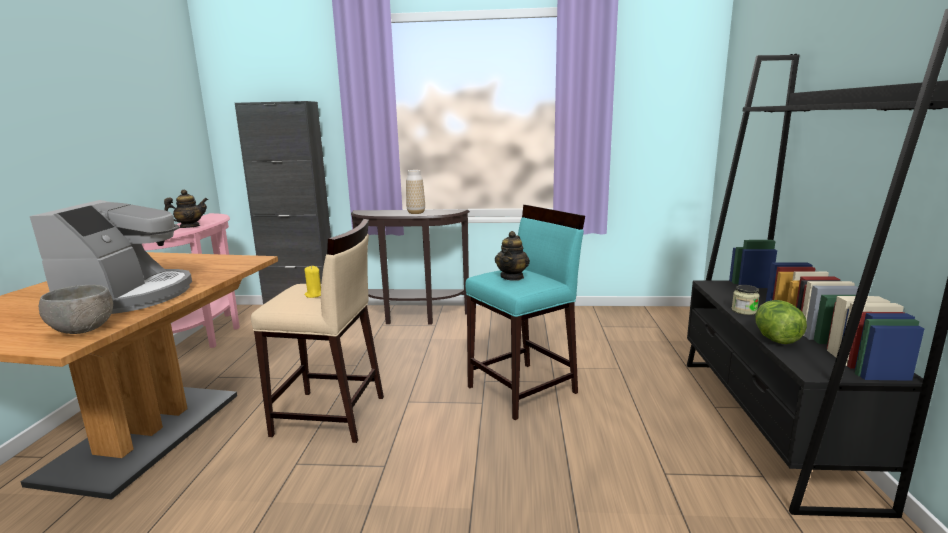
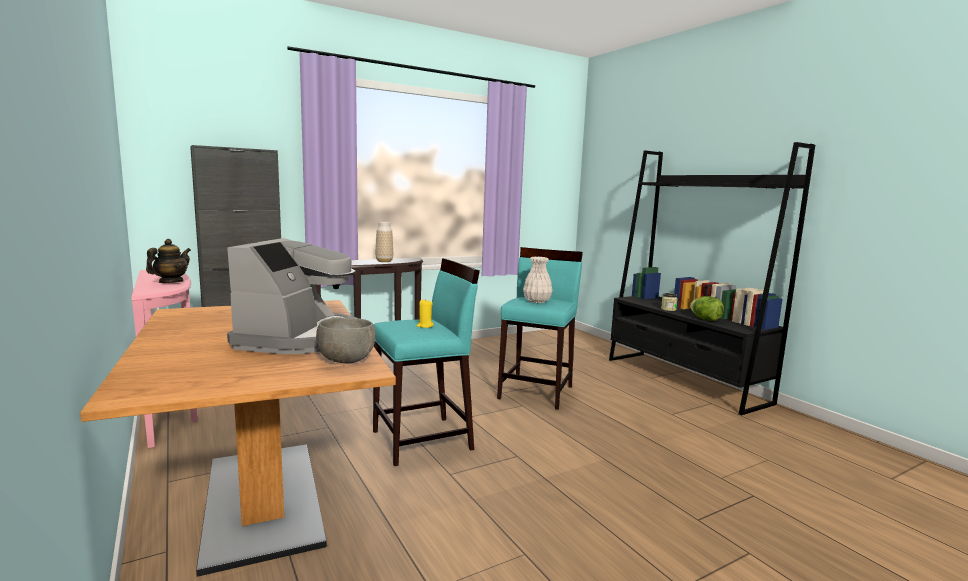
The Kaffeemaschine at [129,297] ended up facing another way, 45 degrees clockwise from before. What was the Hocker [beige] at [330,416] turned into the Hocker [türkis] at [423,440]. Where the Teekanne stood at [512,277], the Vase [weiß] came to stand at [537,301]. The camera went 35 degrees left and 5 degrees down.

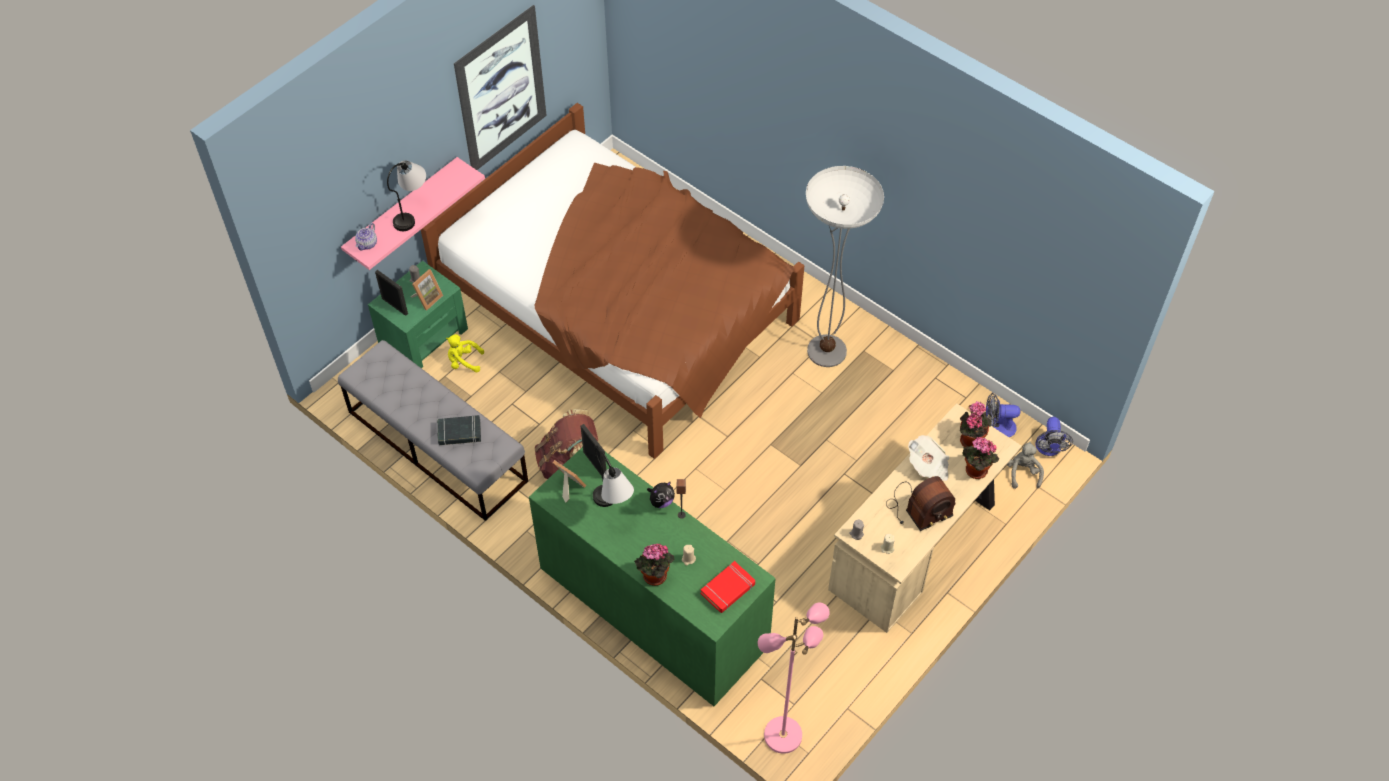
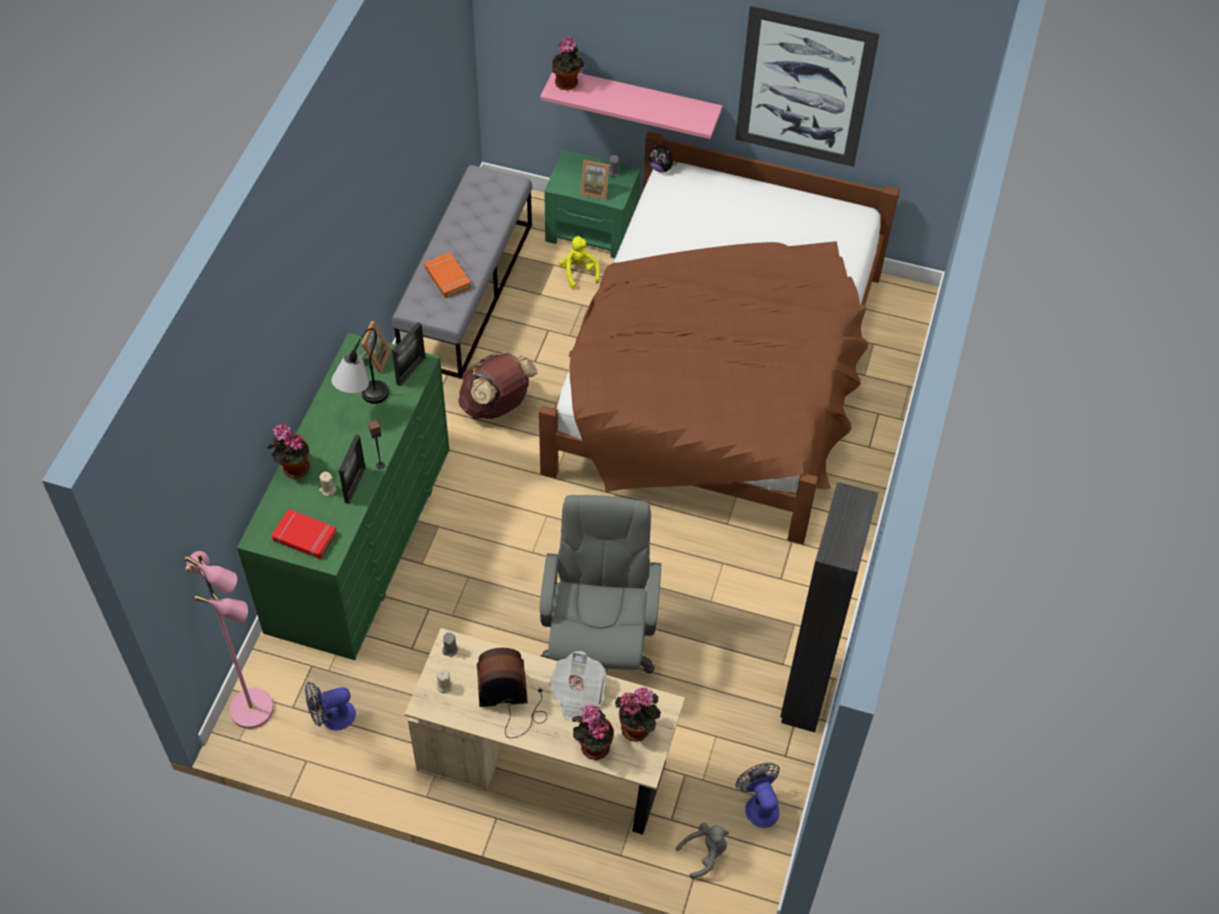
Where the Teekanne stood at [367,244], the Topfpflanze came to stand at [567,84]. The Bilderrahmen ended up elsewhere, having gone from [395,306] to [355,485]. The second view lost the Tischlampe at [412,213]. What was the Buch [schwarz] at [459,433] turned into the Buch [orange] at [447,278]. The Plüschtier ended up elsewhere, having gone from [661,501] to [661,168]. The second view lost the Stehlampe at [826,351]. The Radio at [918,509] ended up facing another way, 135 degrees clockwise from before. The Ventilator ended up elsewhere, having gone from [1048,449] to [331,717]. The second view gained the Bürostuhl [grau] at [598,648]. The second view gained the Kleiderschrank [schwarz] at [806,690]. The camera went 65 degrees right and 0 degrees up.

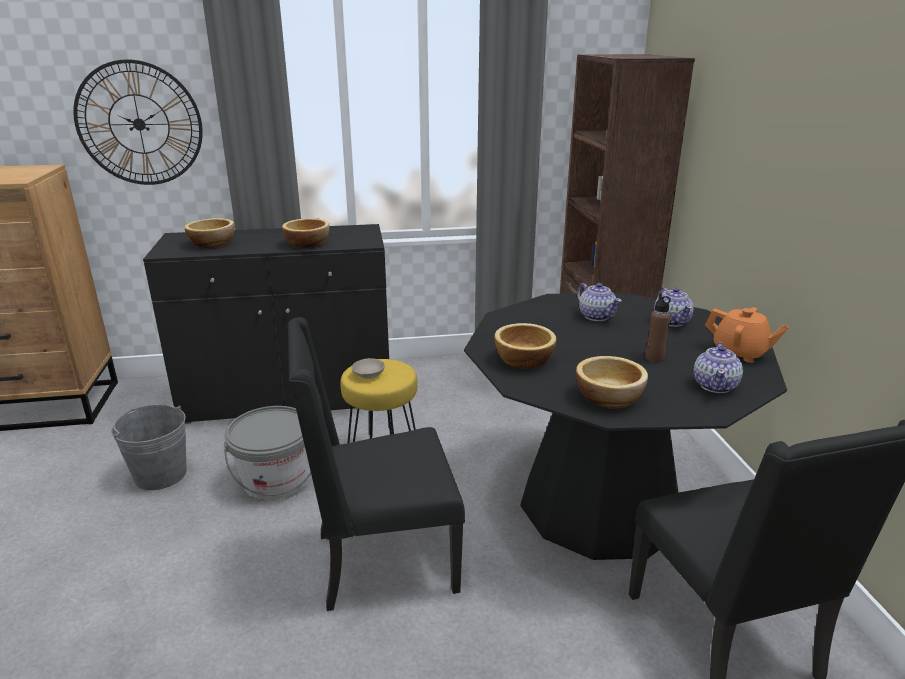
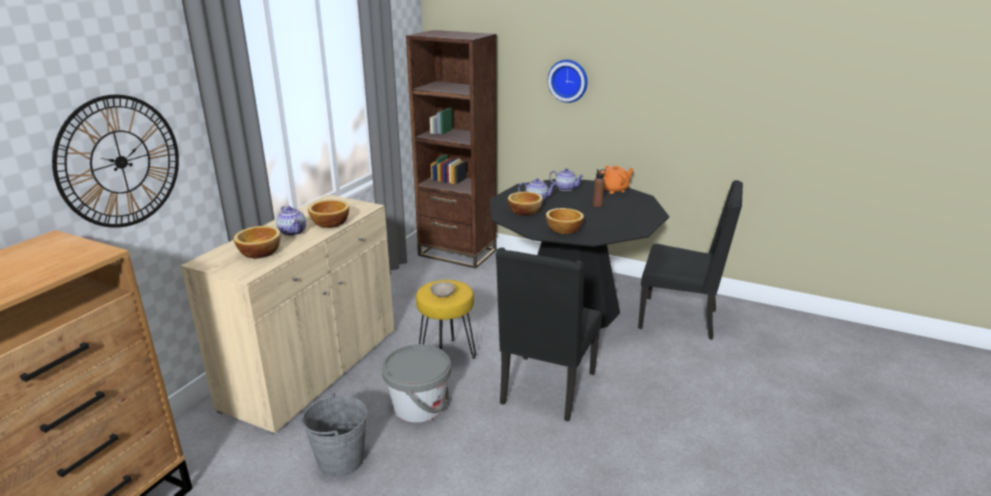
What was the Schrank [schwarz] at [289,397] turned into the Schrank [beige] at [313,369]. The Schüssel ended up elsewhere, having gone from [609,397] to [524,211]. The Teekanne ended up elsewhere, having gone from [715,385] to [293,232]. The second view gained the Wanduhr at [568,80]. The camera went 55 degrees left and 0 degrees up.

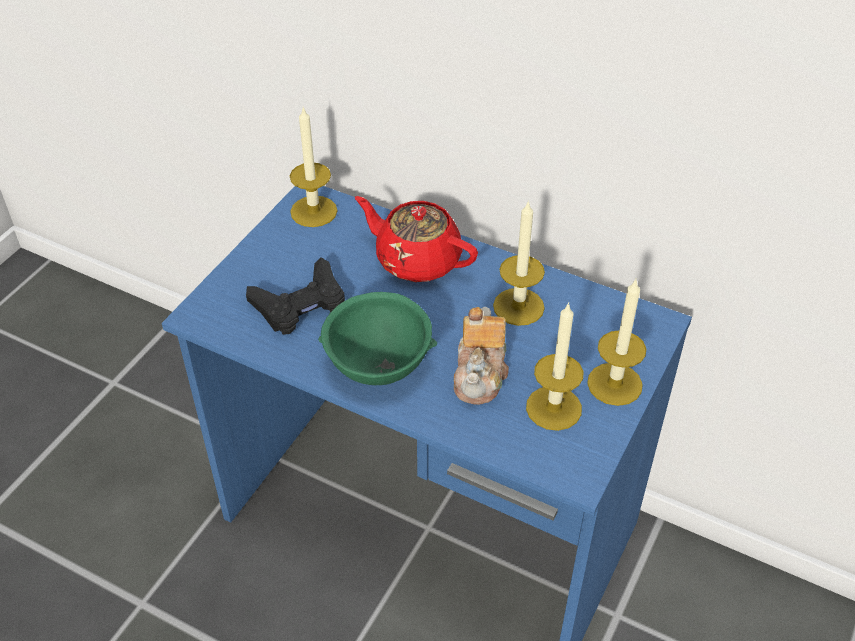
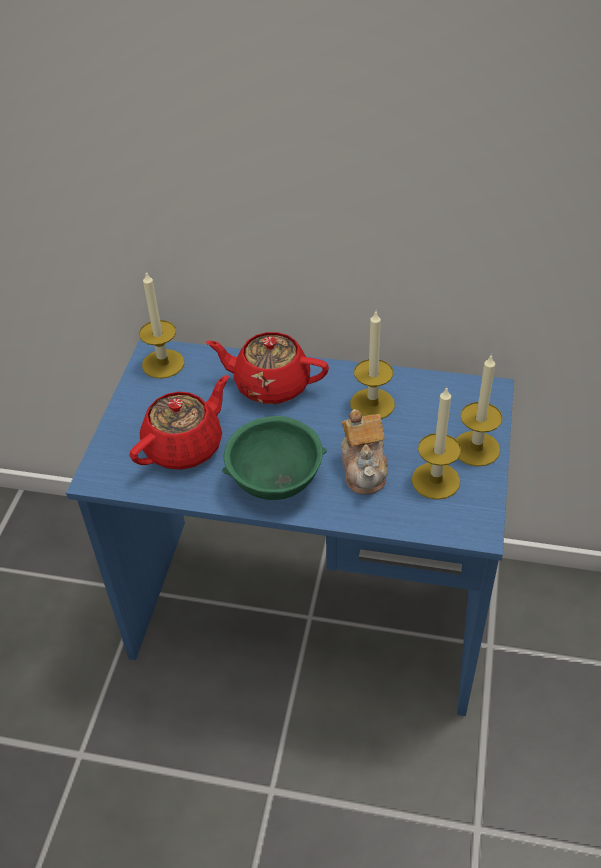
Where the Gamepad [schwarz] stood at [300,304], the Teekanne [rot] came to stand at [185,446]. The camera went 15 degrees left and 0 degrees up.

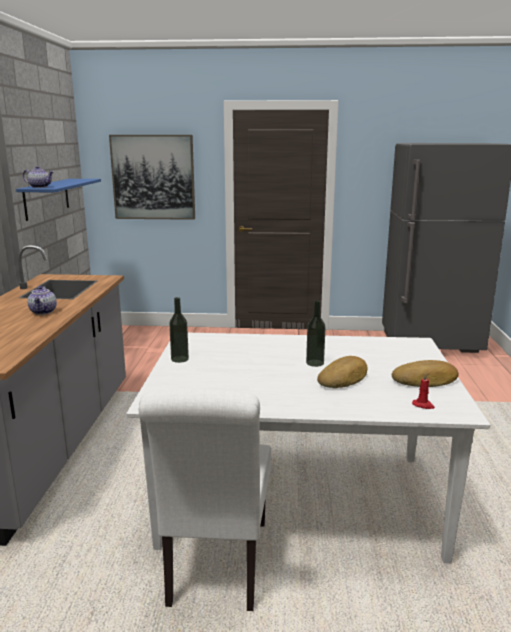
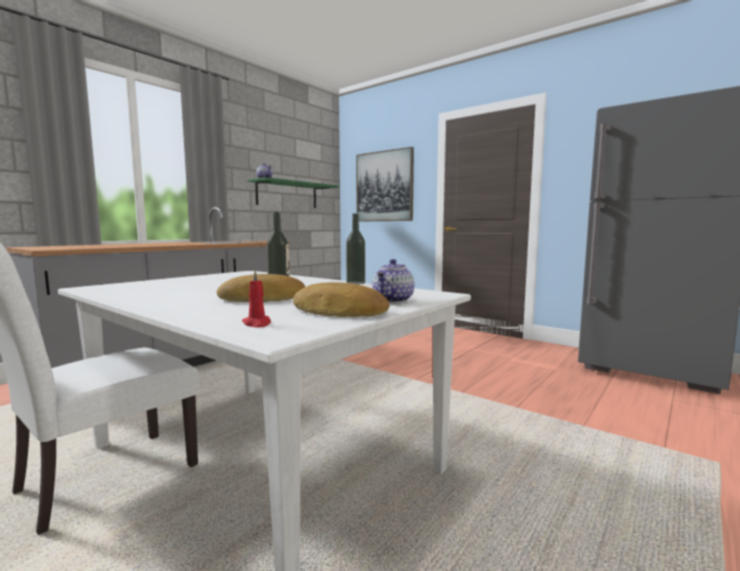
What was the Wandregal [blau] at [47,198] turned into the Wandregal [grün] at [287,195]. The Teekanne ended up elsewhere, having gone from [44,312] to [394,300]. The Flasche ended up elsewhere, having gone from [179,359] to [355,283]. The camera went 35 degrees right and 10 degrees down.

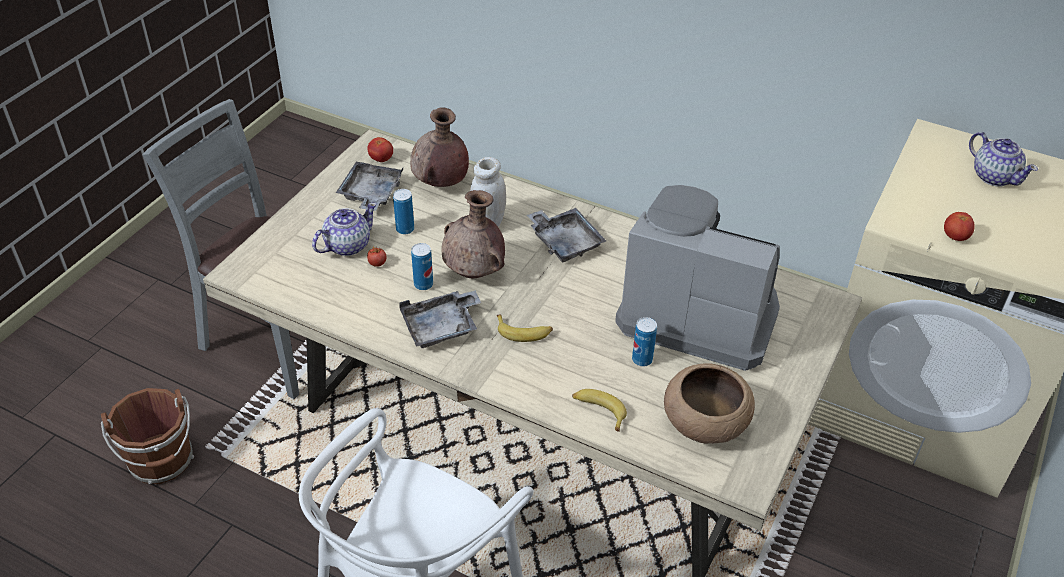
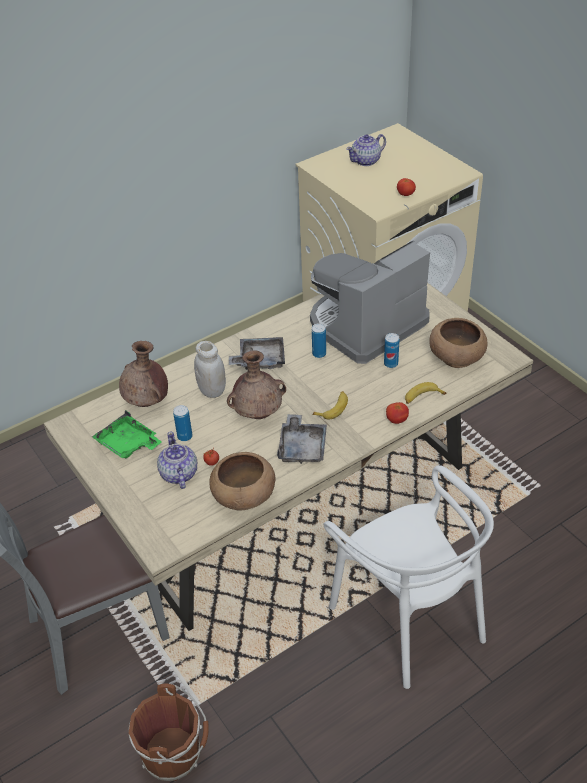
What was the Tablett [grau] at [370,194] turned into the Tablett [grün] at [128,444]. The Tomate ended up elsewhere, having gone from [381,159] to [396,420]. The Dose ended up elsewhere, having gone from [423,284] to [319,354]. The Teekanne at [994,176] ended up facing another way, 150 degrees clockwise from before. The second view gained the Schüssel [braun] at [243,496]. The camera went 60 degrees left and 0 degrees up.

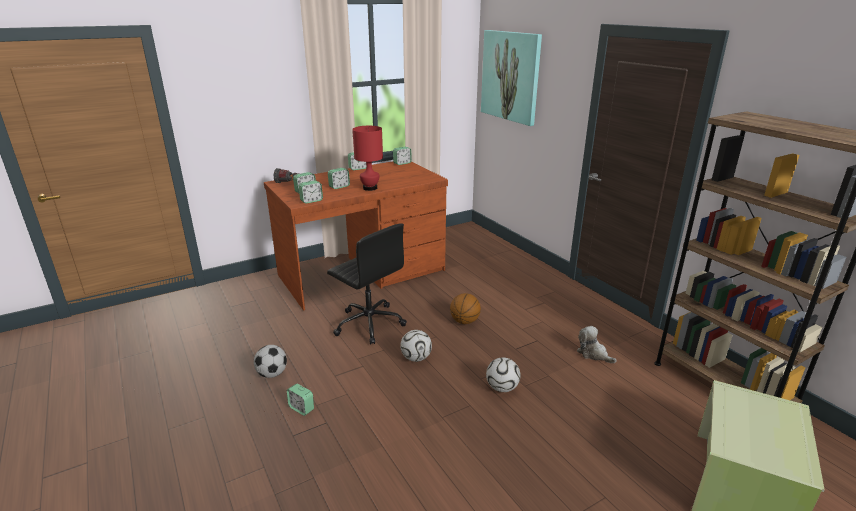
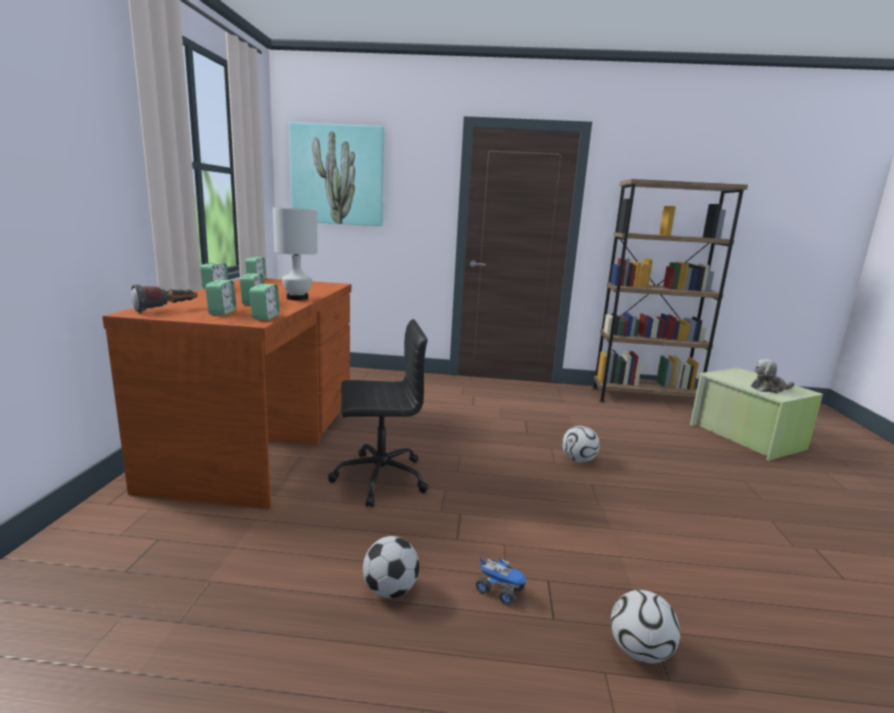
Where the Wecker stood at [301,408], the Spielzeuglaster came to stand at [500,591]. What was the Tischlampe [rot] at [370,188] turned into the Tischlampe [weiß] at [297,298]. The Fußball ended up elsewhere, having gone from [416,358] to [639,651]. The second view lost the Basketball at [465,321]. The Plüschtier ended up elsewhere, having gone from [593,354] to [769,388]. The camera went 55 degrees left and 10 degrees down.

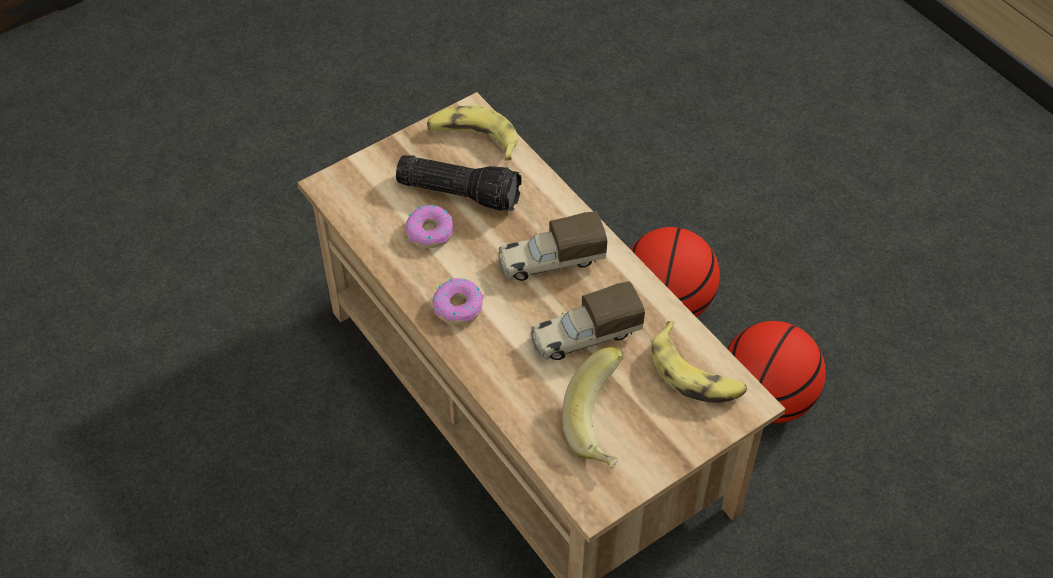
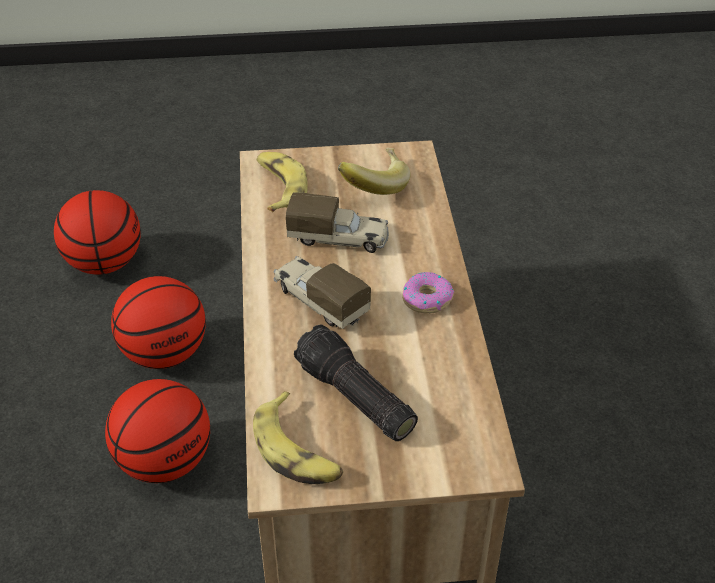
The second view lost the Donut at [430,232]. The Spielzeuglaster at [550,261] ended up facing another way, 150 degrees counterclockwise from before. The second view gained the Basketball at [104,264]. The camera went 150 degrees left and 10 degrees down.

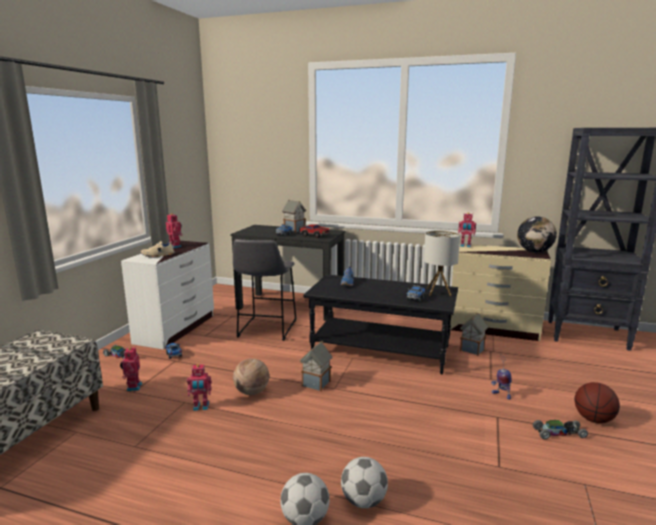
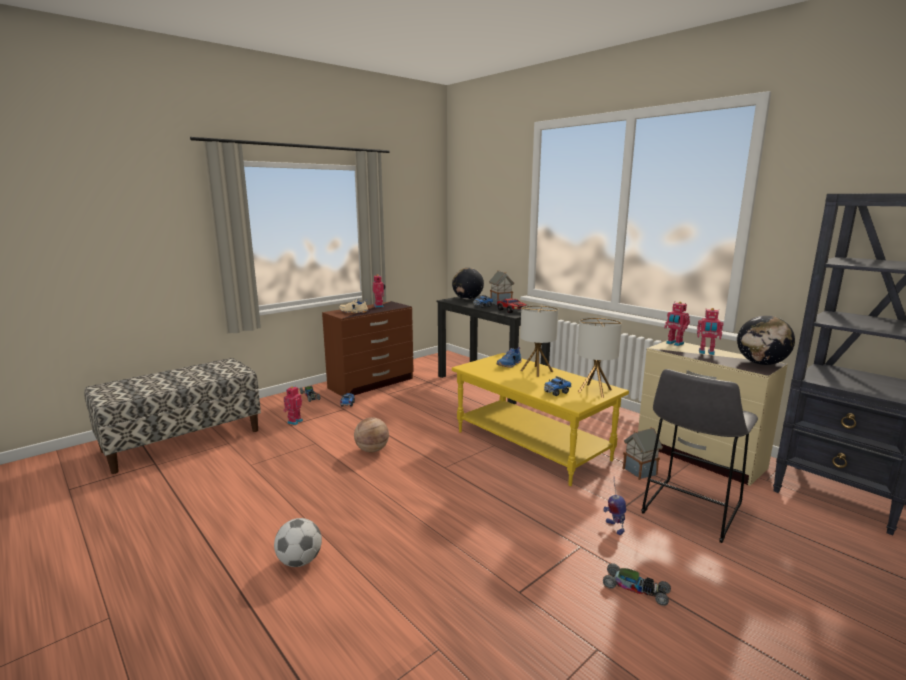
What was the Kommode [weiß] at [176,329] turned into the Kommode [braun] at [372,383]. The Spielzeugroboter ended up elsewhere, having gone from [201,407] to [706,352]. The Hocker [grau] ended up elsewhere, having gone from [266,330] to [689,510]. The second view lost the Spielzeughaus at [316,384]. What was the Couchtisch [schwarz] at [381,350] turned into the Couchtisch [gelb] at [532,445]. The second view lost the Fußball at [364,501]. The second view lost the Basketball at [593,419]. The second view gained the Globus at [467,299]. The second view gained the Tischlampe at [536,371]. The camera went 30 degrees right and 0 degrees up.

